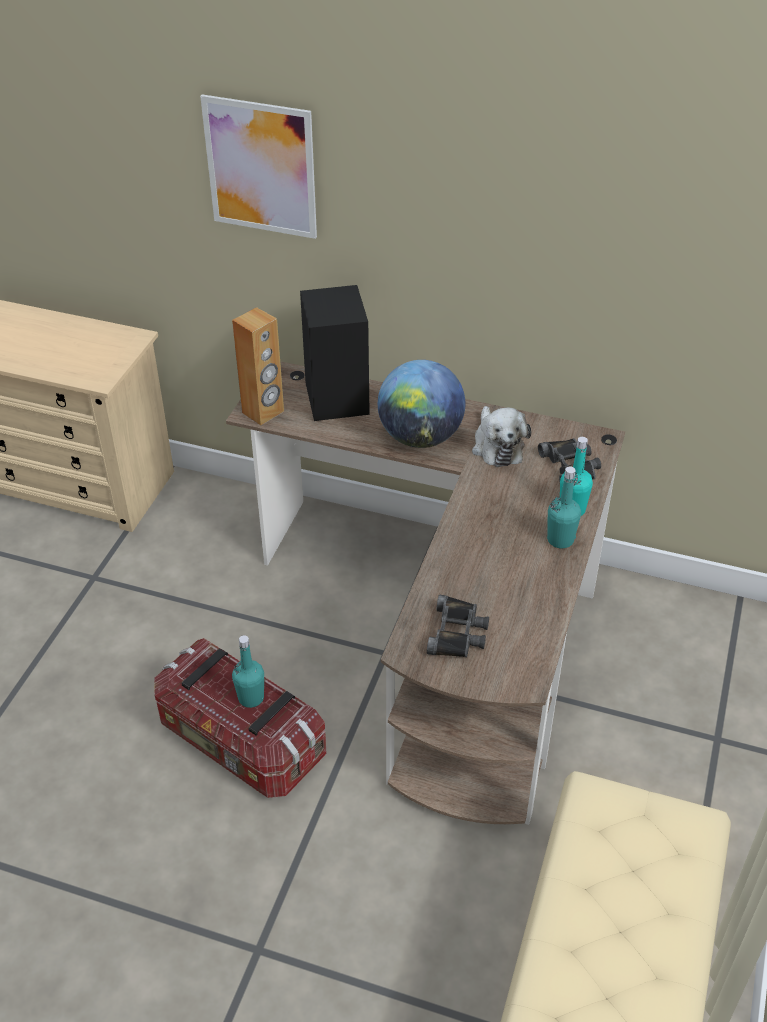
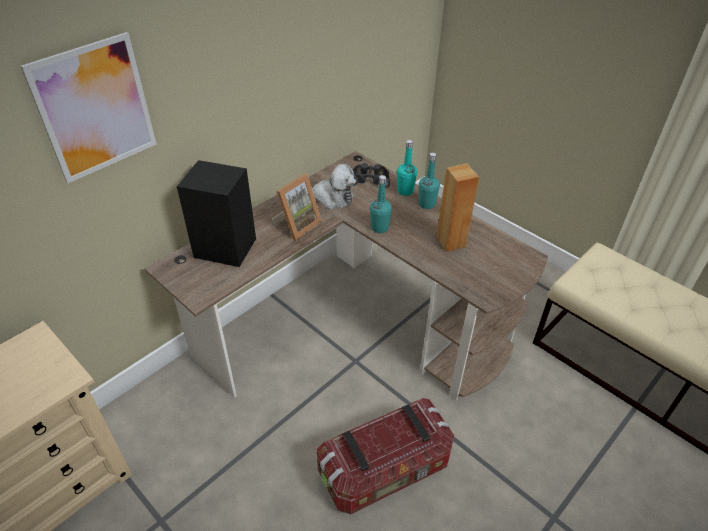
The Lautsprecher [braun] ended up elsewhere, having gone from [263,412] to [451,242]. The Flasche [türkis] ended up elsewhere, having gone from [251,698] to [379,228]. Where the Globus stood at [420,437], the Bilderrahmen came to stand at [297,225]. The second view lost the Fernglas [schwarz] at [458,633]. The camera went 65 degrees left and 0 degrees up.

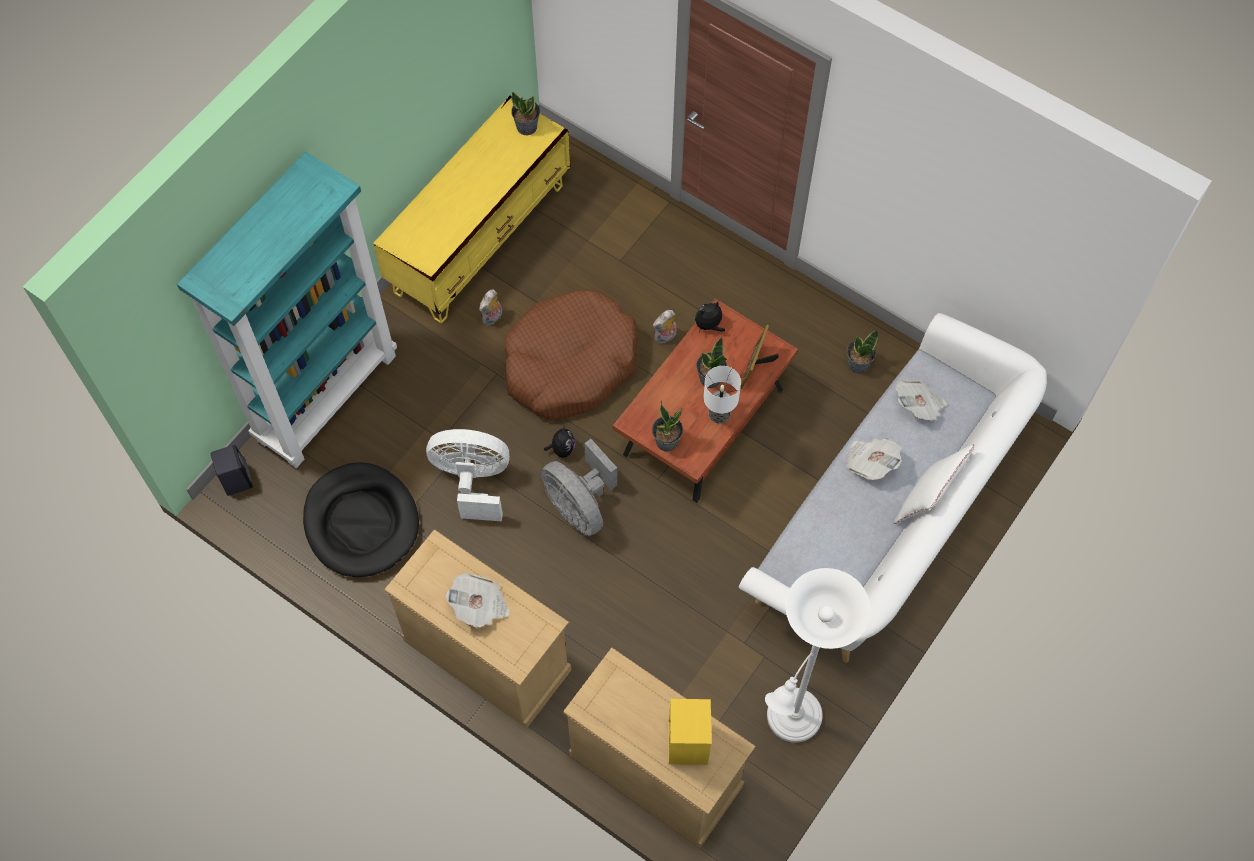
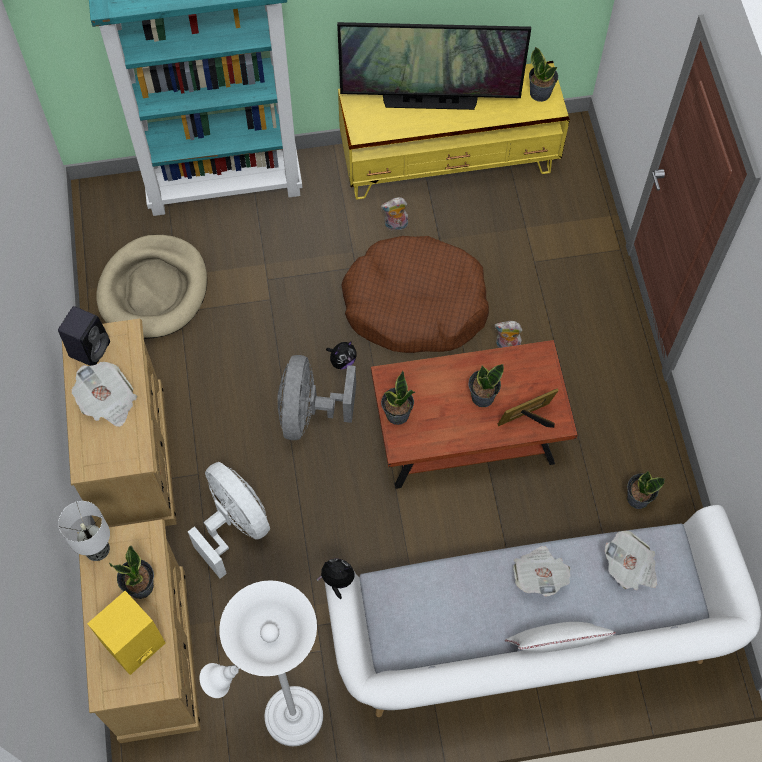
The Lautsprecher [schwarz] ended up elsewhere, having gone from [236,479] to [90,348]. What was the Hundebett [schwarz] at [361,522] turned into the Hundebett [beige] at [153,290]. The Ventilator [weiß] ended up elsewhere, having gone from [473,481] to [234,525]. The Plüschtier ended up elsewhere, having gone from [709,325] to [337,581]. The Tischlampe ended up elsewhere, having gone from [719,415] to [97,550]. The second view gained the Topfpflanze at [141,586]. The second view gained the Fernseher at [430,100]. The camera went 45 degrees right and 0 degrees up.

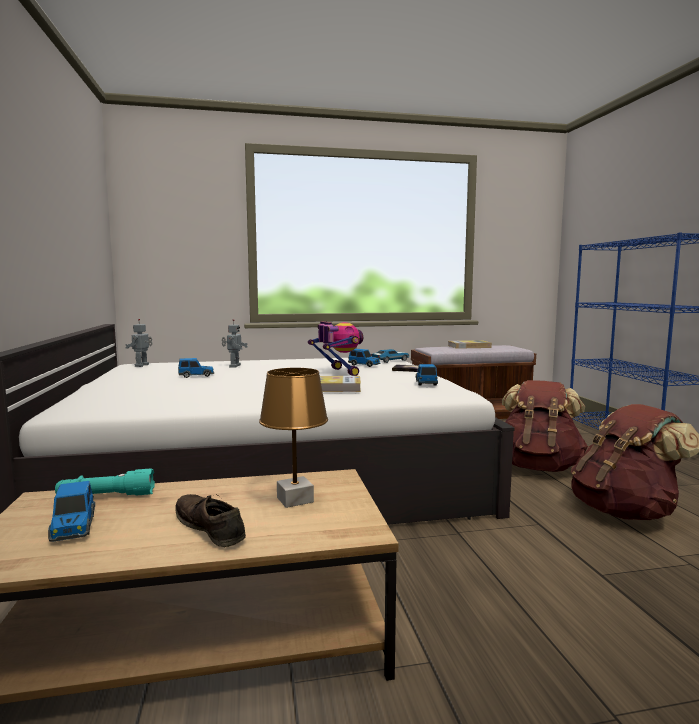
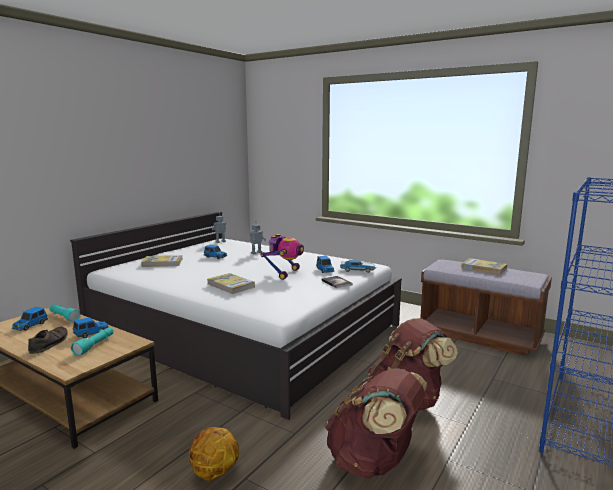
Where the Tischlampe [braun] stood at [295,499], the Taschenlampe [türkis] came to stand at [95,345]. The Spielzeugauto ended up elsewhere, having gone from [426,383] to [92,333]. The second view gained the Buch at [162,263]. The second view gained the Basketball at [214,473]. The camera went 45 degrees right and 5 degrees up.

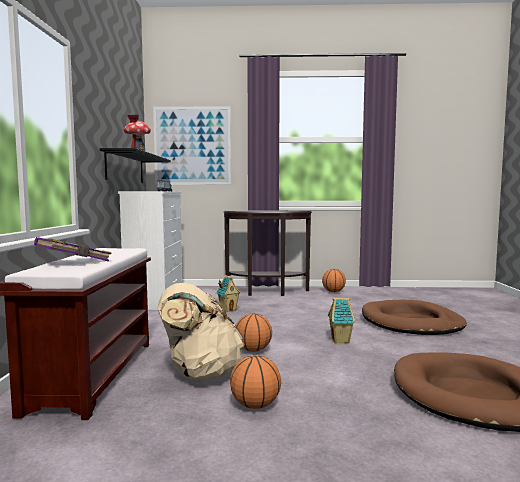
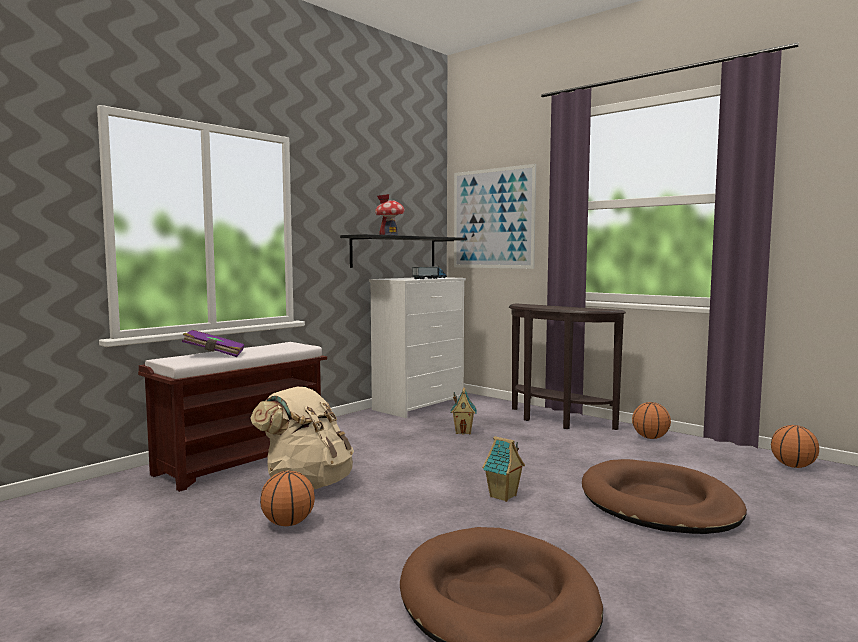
The Basketball ended up elsewhere, having gone from [253,350] to [793,466]. The camera went 40 degrees right and 0 degrees up.

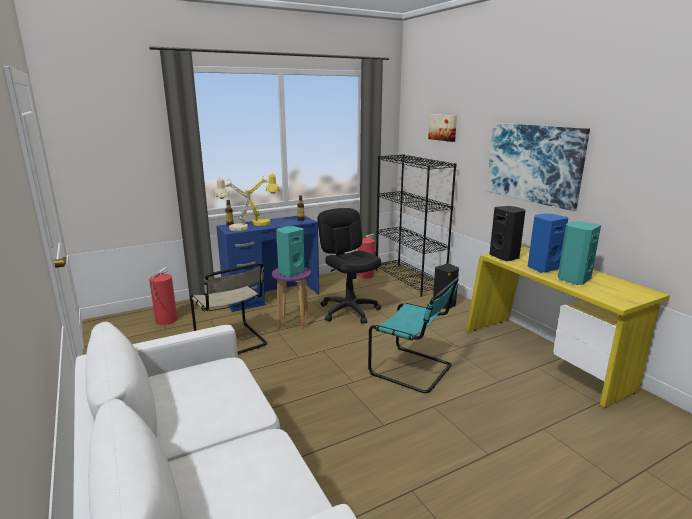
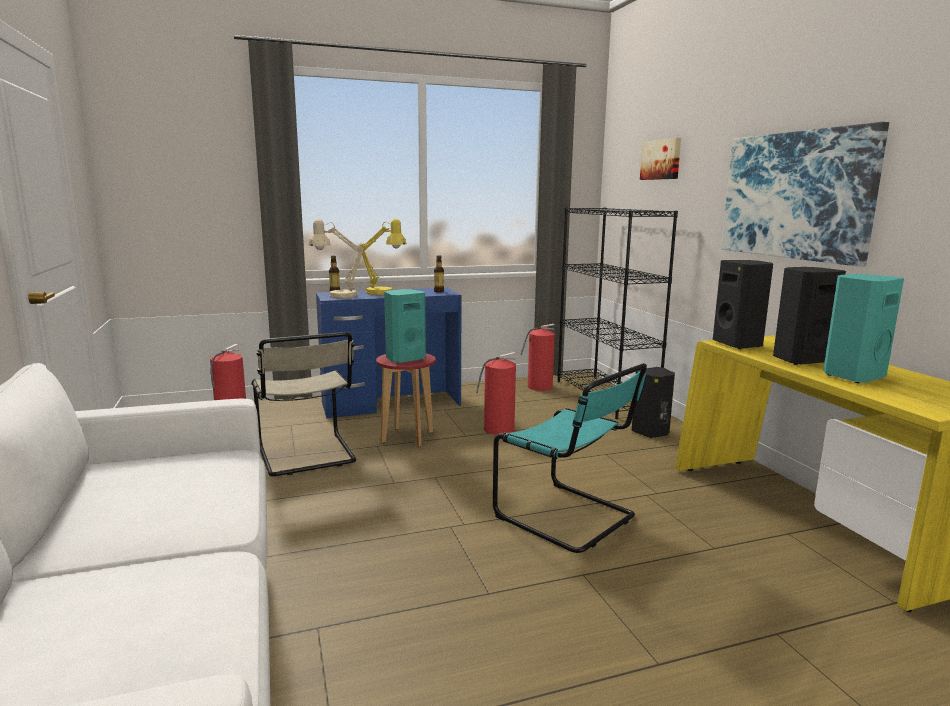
What was the Hocker [lila] at [293,322] turned into the Hocker [rot] at [407,437]. Where the Bürostuhl [schwarz] stood at [349,311], the Feuerlöscher came to stand at [497,429]. What was the Lautsprecher [blau] at [542,268] turned into the Lautsprecher [schwarz] at [799,360]. The camera went 10 degrees right and 5 degrees down.

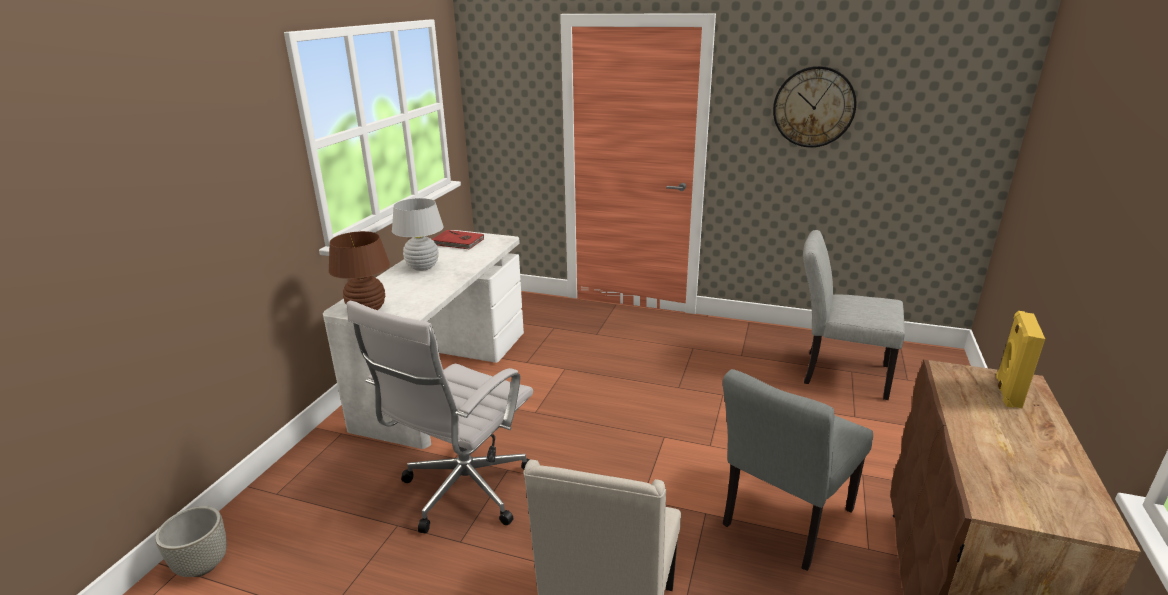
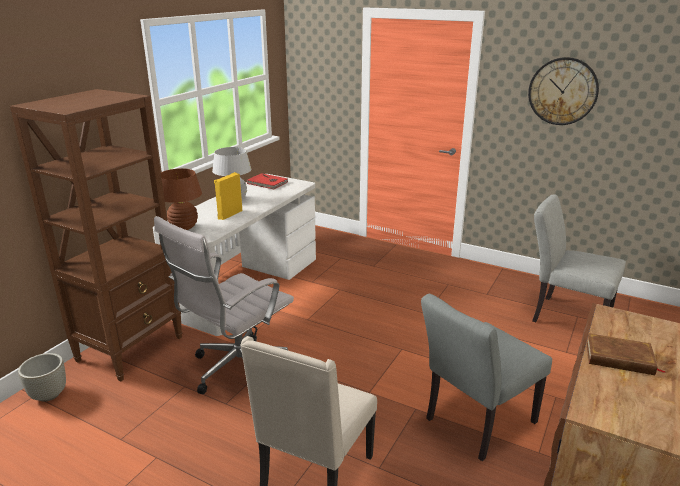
The Lautsprecher [gelb] ended up elsewhere, having gone from [1006,392] to [229,214]. The second view gained the Bücherregal [braun] at [131,348]. The second view gained the Buch [braun] at [619,358]. The camera went 10 degrees right and 0 degrees up.

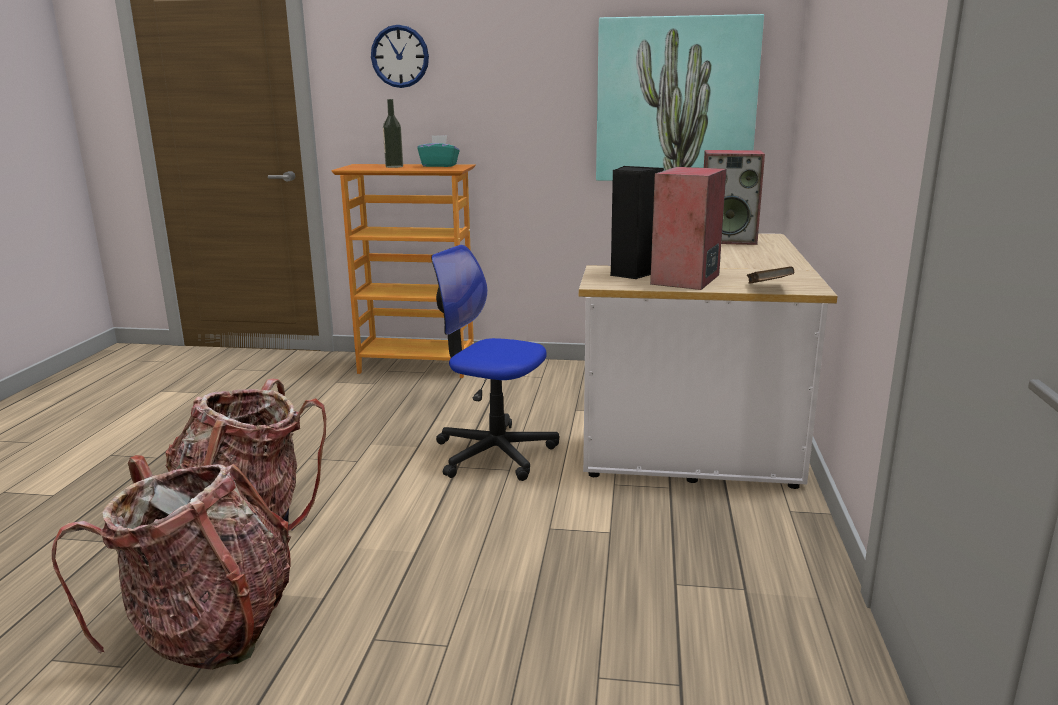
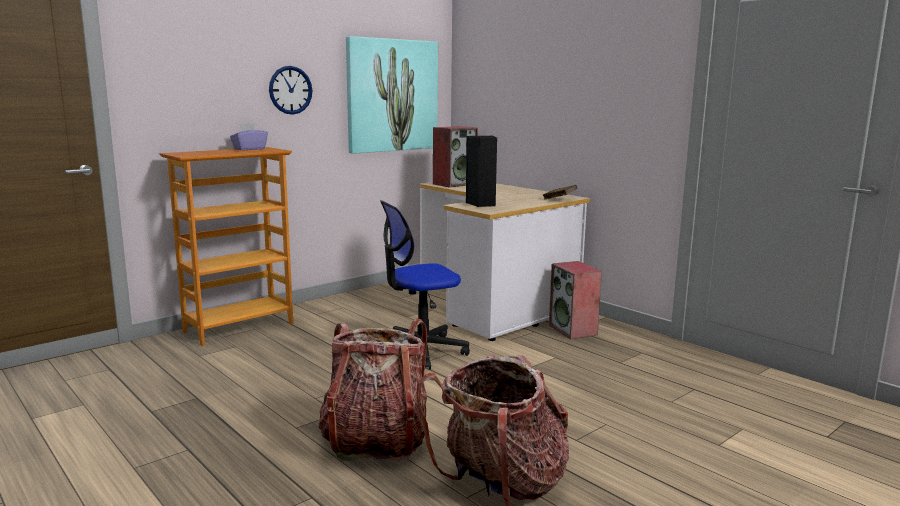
The Wanduhr ended up elsewhere, having gone from [400,56] to [290,90]. The second view lost the Flasche at [394,166]. What was the Taschentuchbox [türkis] at [439,166] turned into the Taschentuchbox [lila] at [249,149]. The Lautsprecher ended up elsewhere, having gone from [686,280] to [573,330]. The camera went 50 degrees left and 5 degrees down.

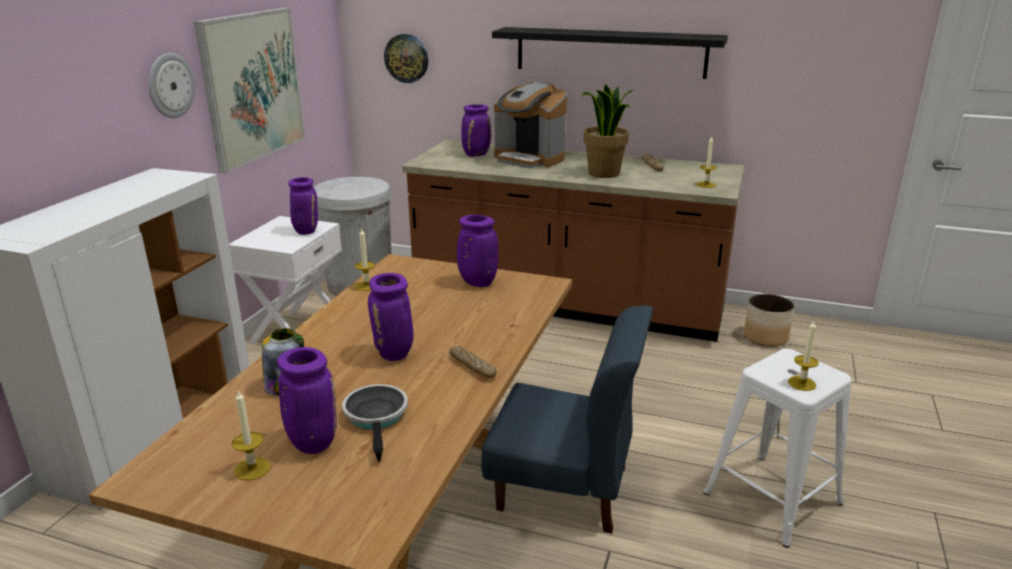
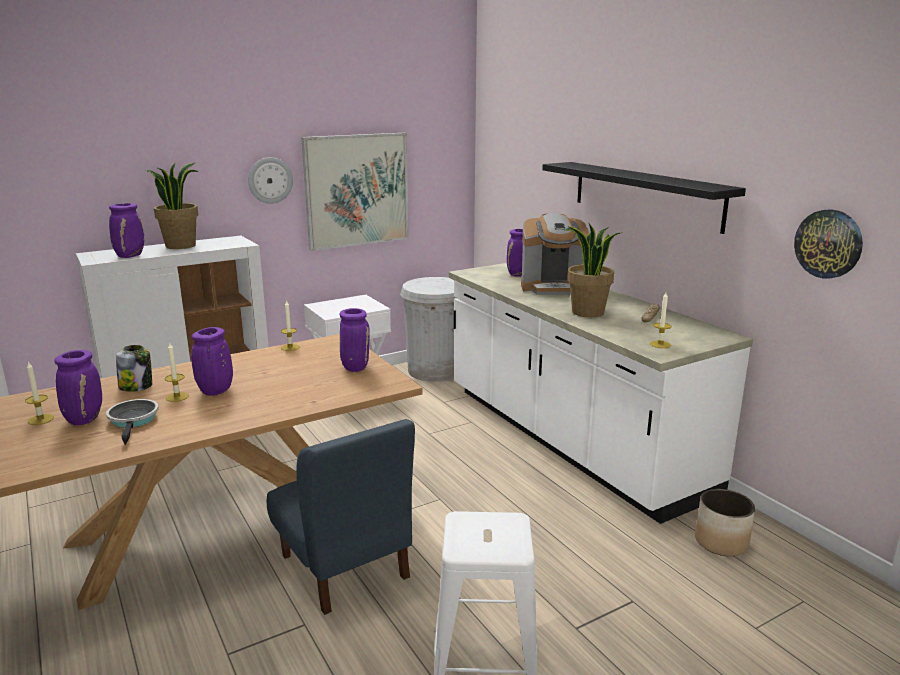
The Vase [lila] ended up elsewhere, having gone from [306,231] to [130,256]. The Pfanne at [377,418] ended up facing another way, 45 degrees counterclockwise from before. The Wanduhr ended up elsewhere, having gone from [406,58] to [828,243]. What was the Küchenzeile [braun] at [567,304] turned into the Küchenzeile [weiß] at [569,439]. The second view lost the Brot at [472,367]. The Kaffeemaschine at [529,159] ended up facing another way, 75 degrees counterclockwise from before. The Kerze ended up elsewhere, having gone from [802,383] to [177,397]. The second view gained the Topfpflanze at [181,245]. The camera went 40 degrees right and 5 degrees down.

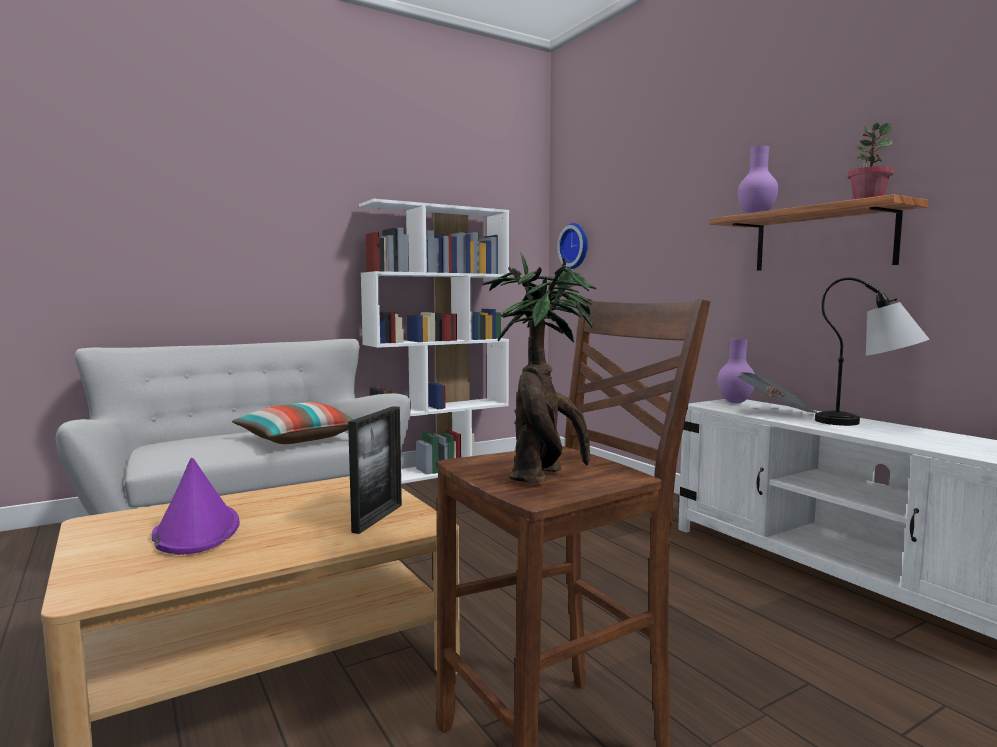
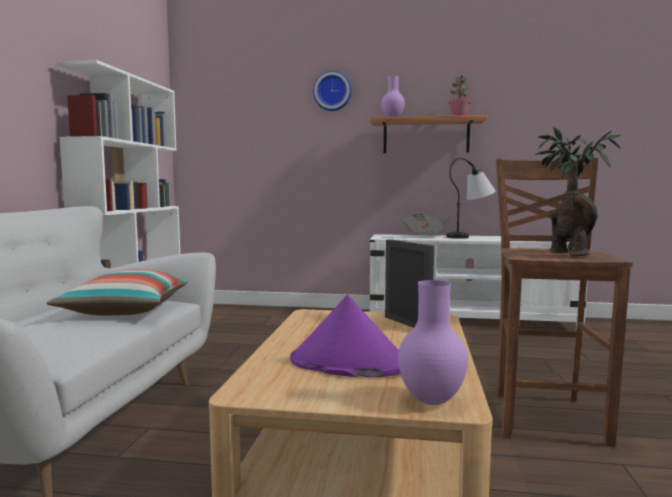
The Wanduhr ended up elsewhere, having gone from [575,246] to [332,91]. The Vase [lila] ended up elsewhere, having gone from [735,402] to [430,400]. The camera went 50 degrees left and 0 degrees up.

